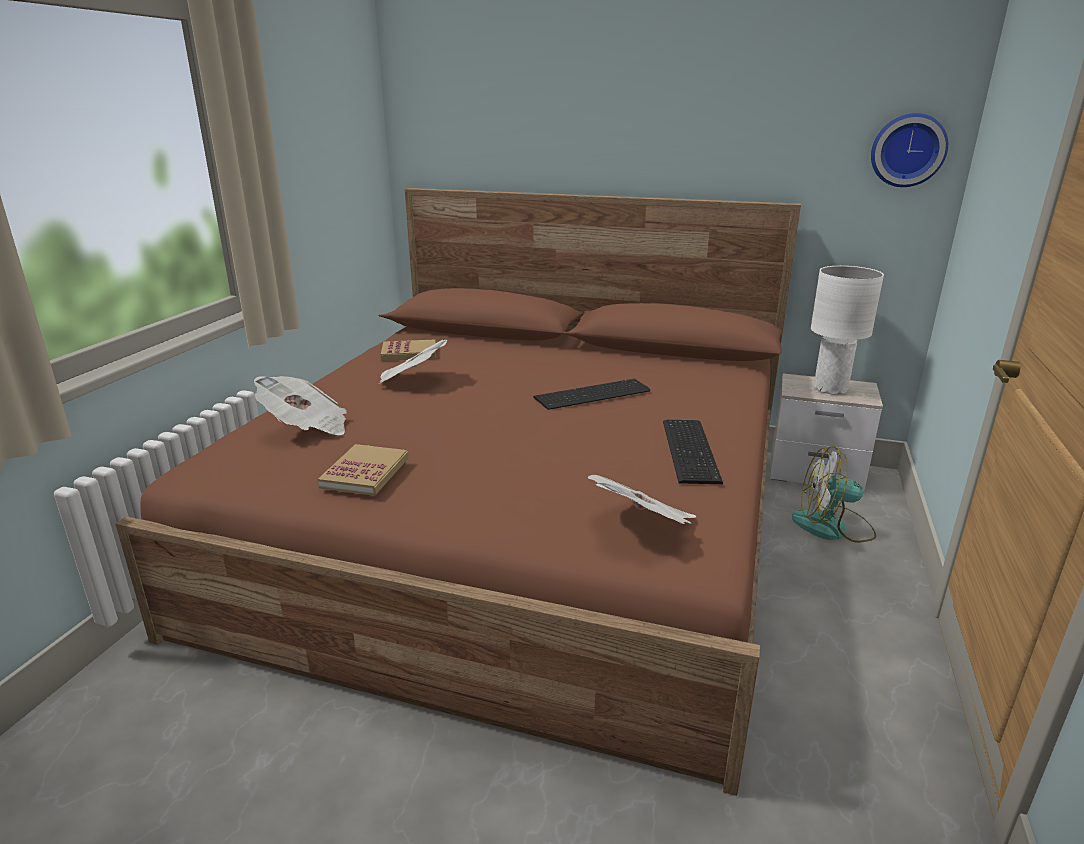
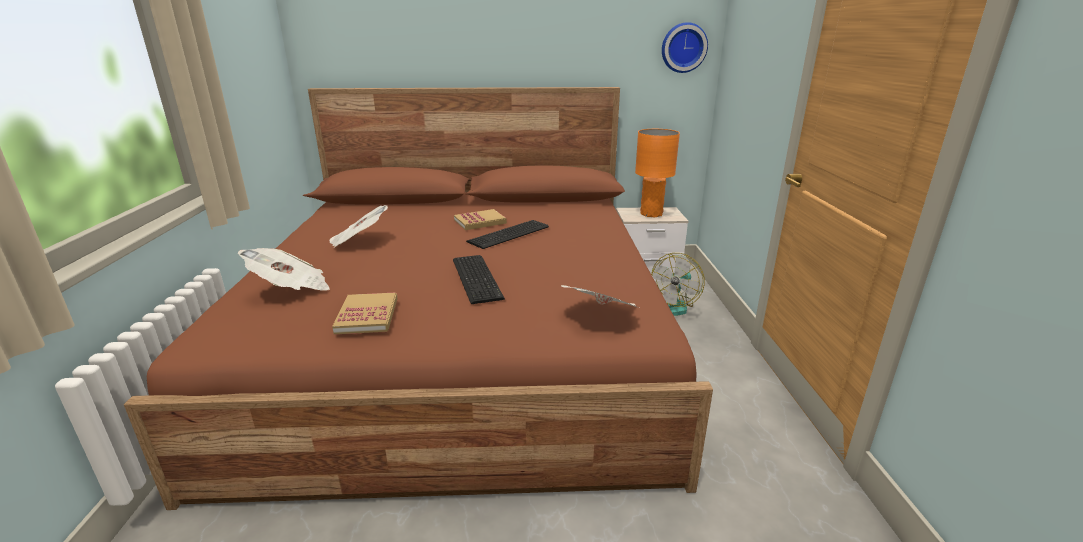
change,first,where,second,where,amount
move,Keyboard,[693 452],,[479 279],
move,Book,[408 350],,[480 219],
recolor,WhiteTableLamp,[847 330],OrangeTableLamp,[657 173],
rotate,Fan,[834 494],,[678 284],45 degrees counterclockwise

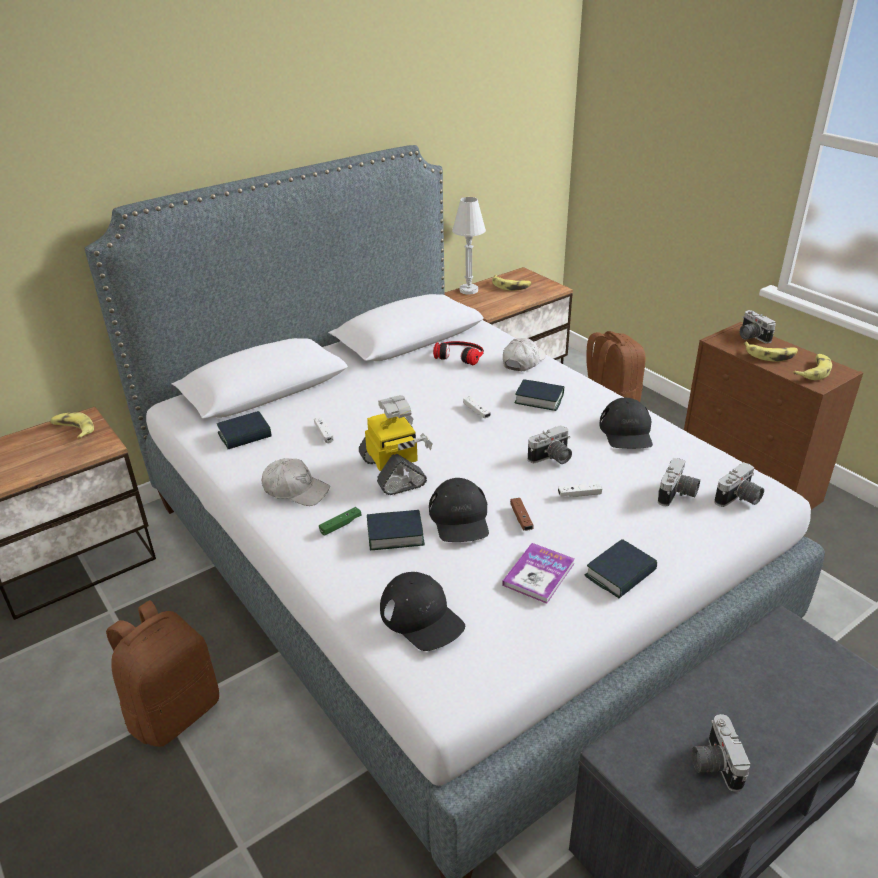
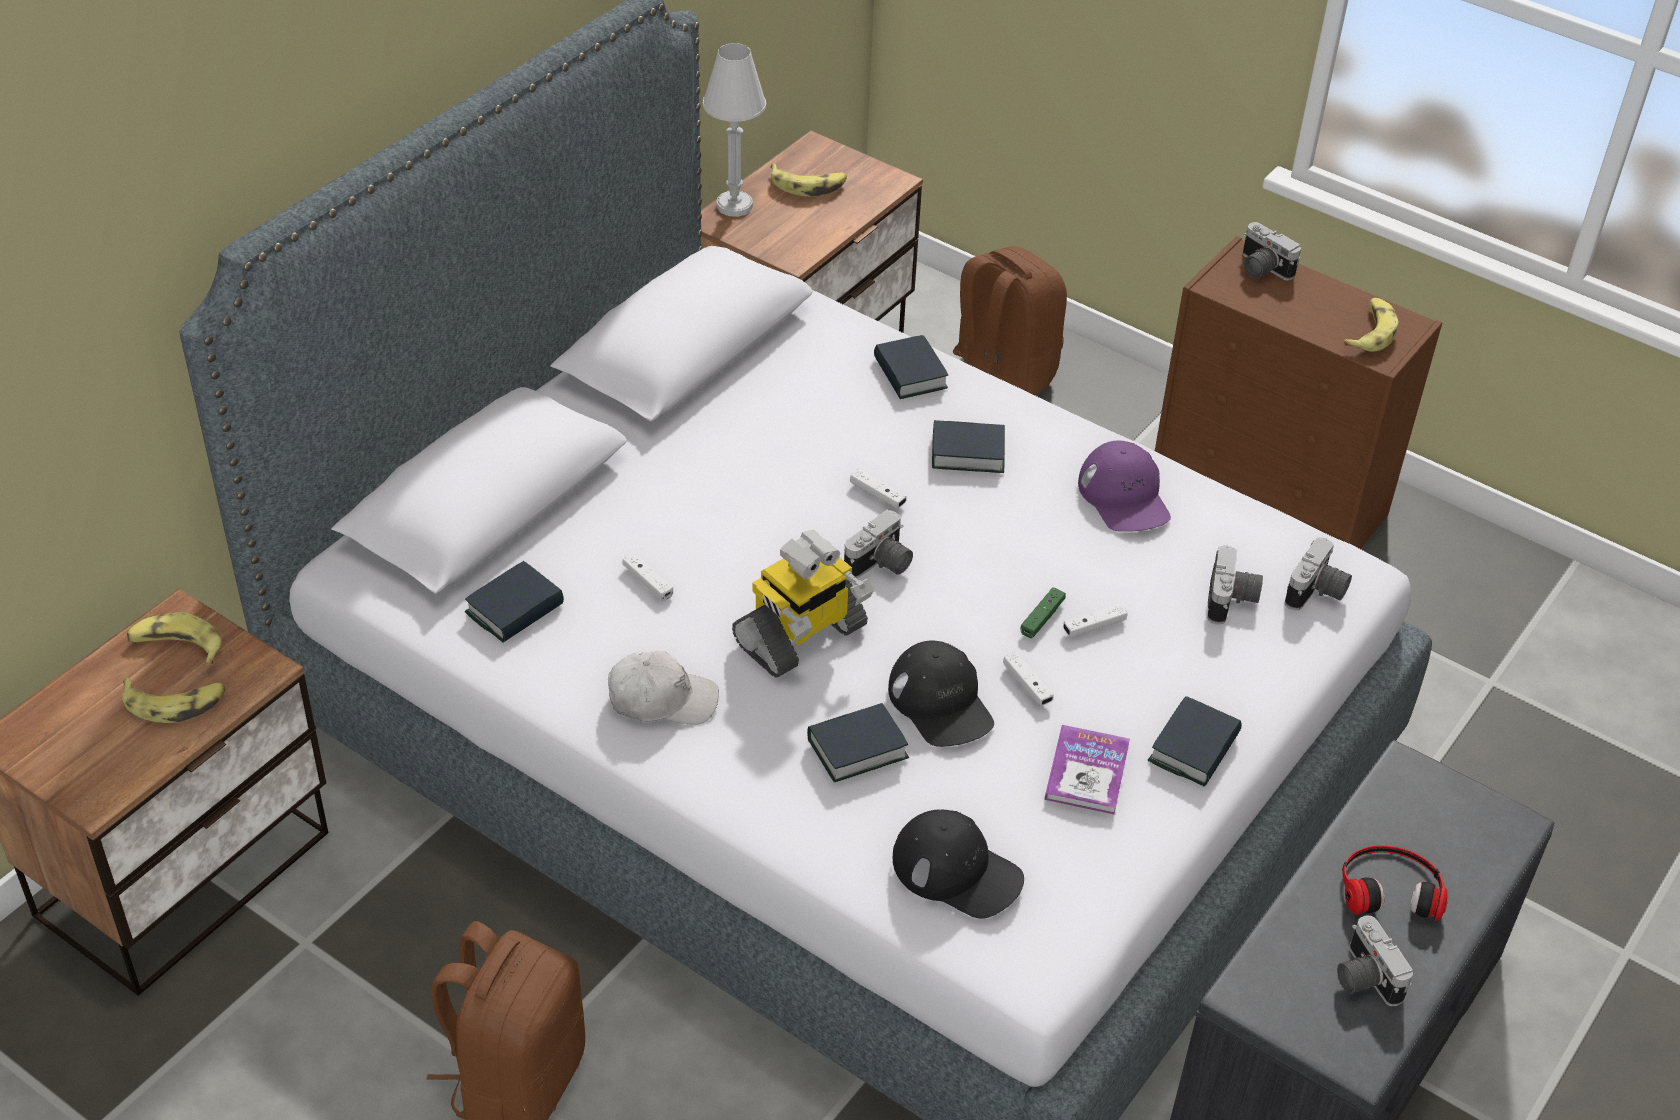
change,first,where,second,where,amount
move,Banana,[771 352],,[173 700],
rotate,ToyRobot,[395 445],,[803 604],90 degrees clockwise
move,PhotoCamera,[550 444],,[878 544],
replace,WhiteCap,[524 354],Book,[911 367],
recolor,BrownGameController,[522 514],WhiteGameController,[1028 678],
move,GreenGameController,[340 521],,[1043 612],
recolor,BlackCap,[626 423],PurpleCap,[1124 486],
move,Headphones,[458 353],,[1395 883],

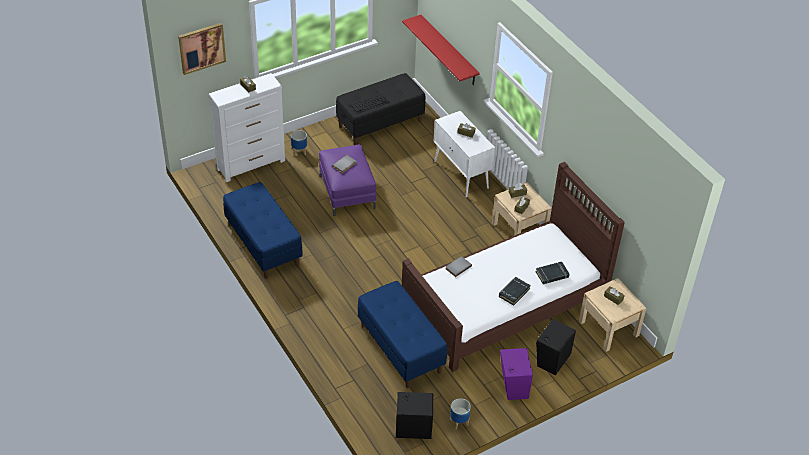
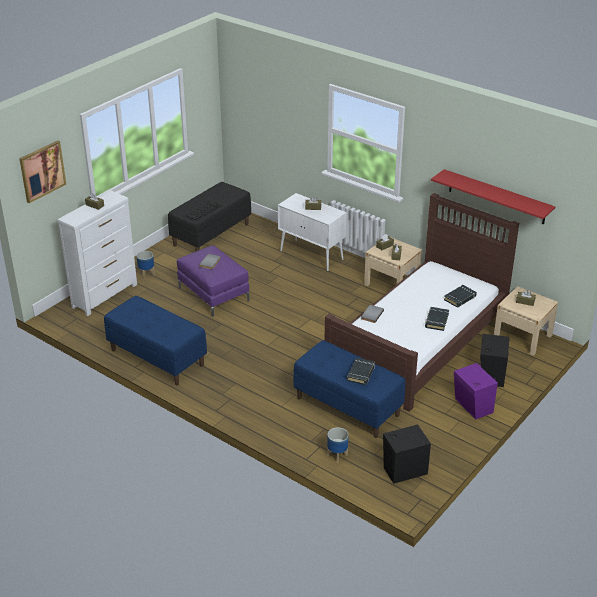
change,first,where,second,where,amount
move,Planter,[460 414],,[337 445],
insert,,,BlackBook,[361 371],
move,RedShelf,[441 50],,[493 196],

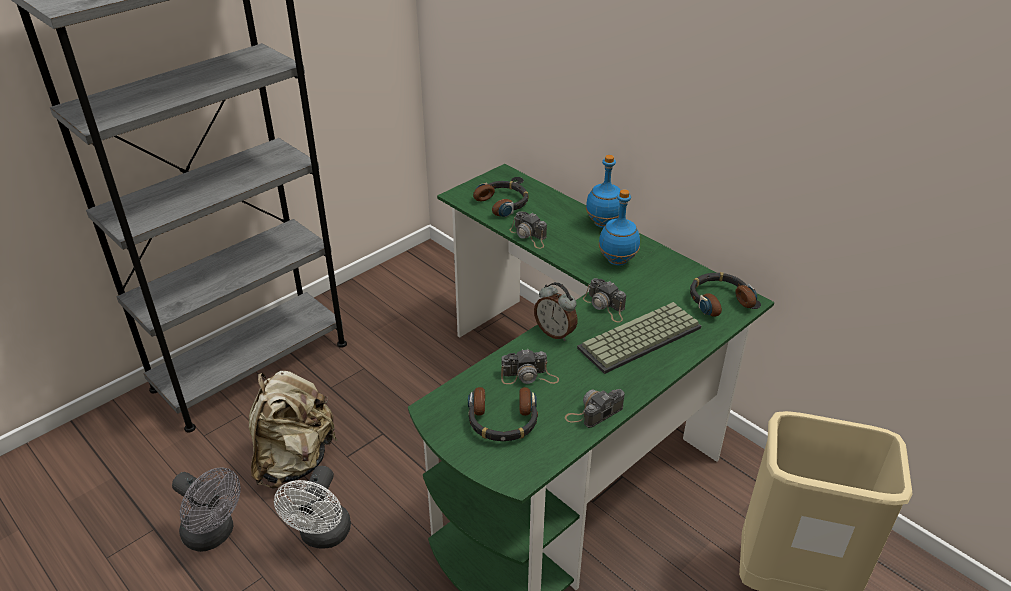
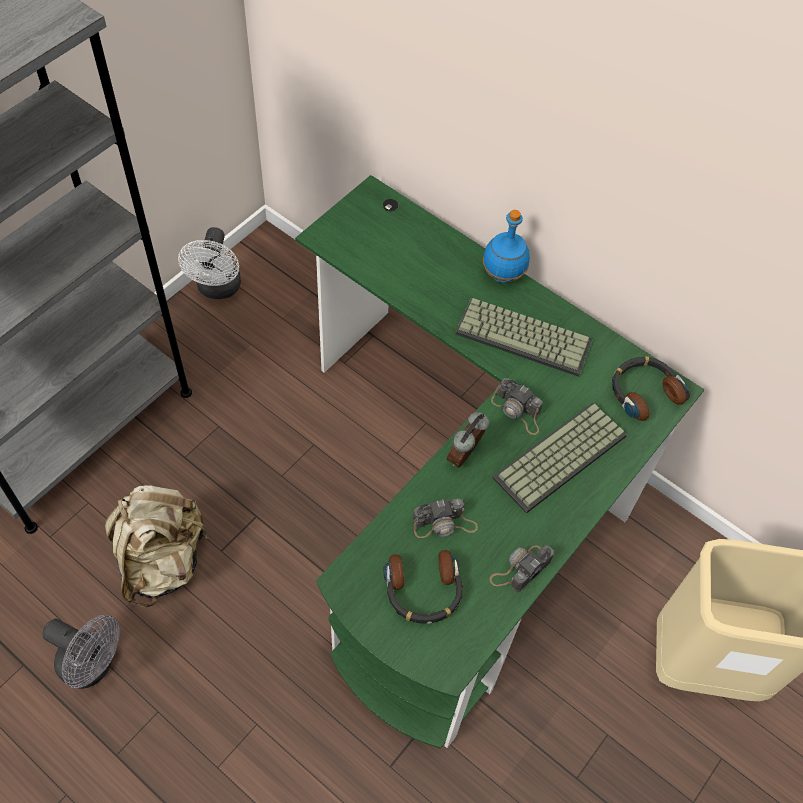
change,first,where,second,where,amount
move,WhiteFan,[312 507],,[209 263],
rotate,AlarmClock,[555 311],,[467 440],90 degrees clockwise
replace,BlueBottle,[619 227],Keyboard,[524 337],
delete,Headphones,[500 199],,,
delete,PhotoCamera,[528 230],,,

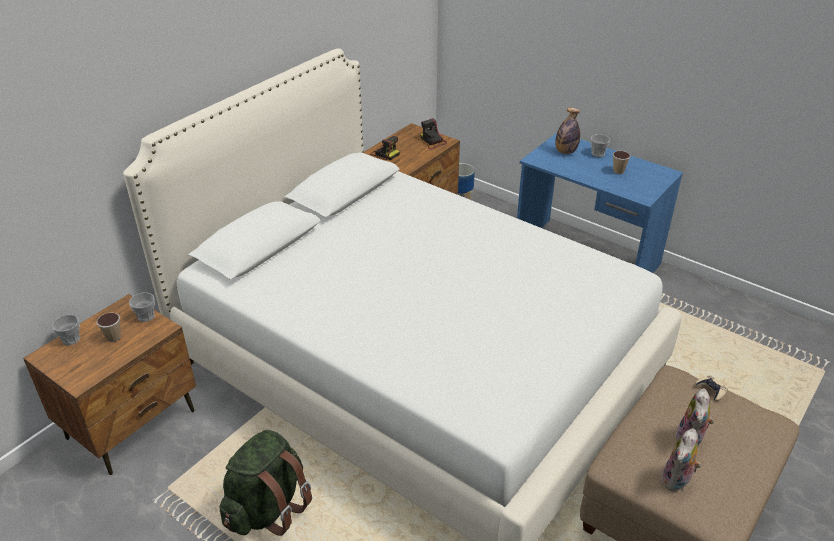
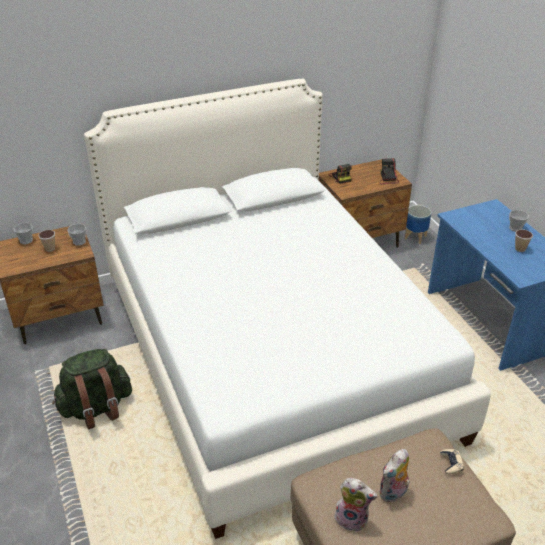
change,first,where,second,where,amount
rotate,PlushToy,[681 460],,[355 505],135 degrees counterclockwise
delete,Bottle,[567 131],,,

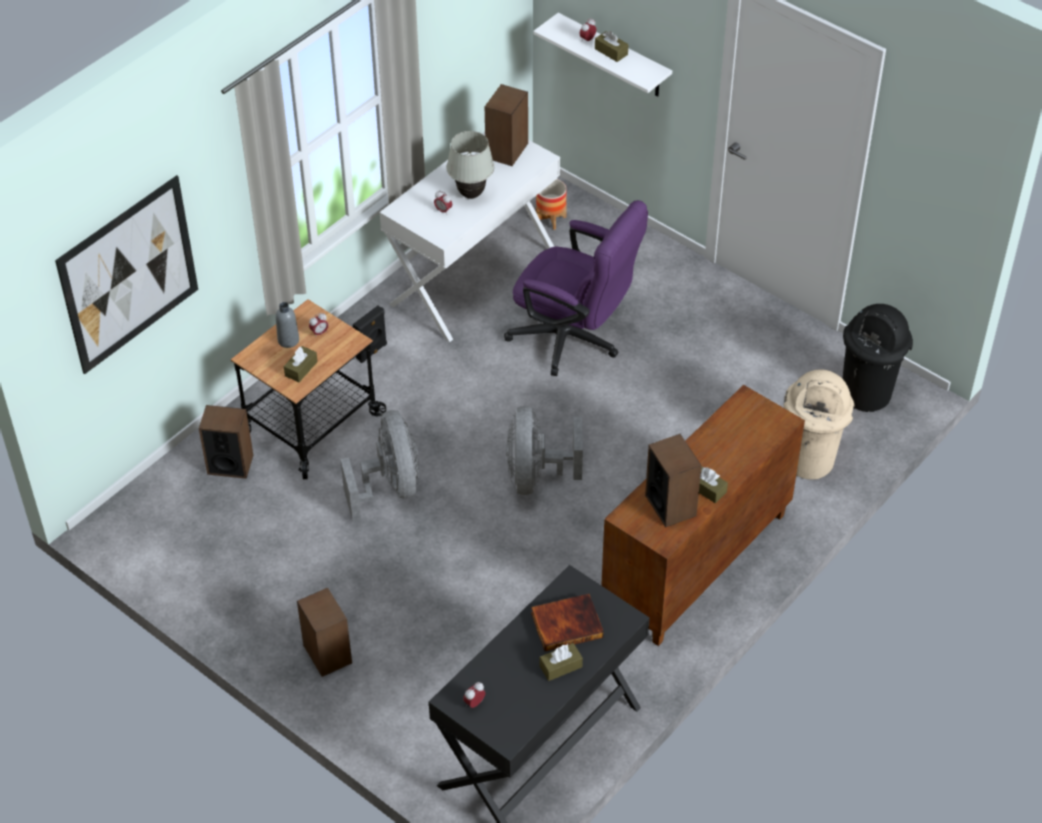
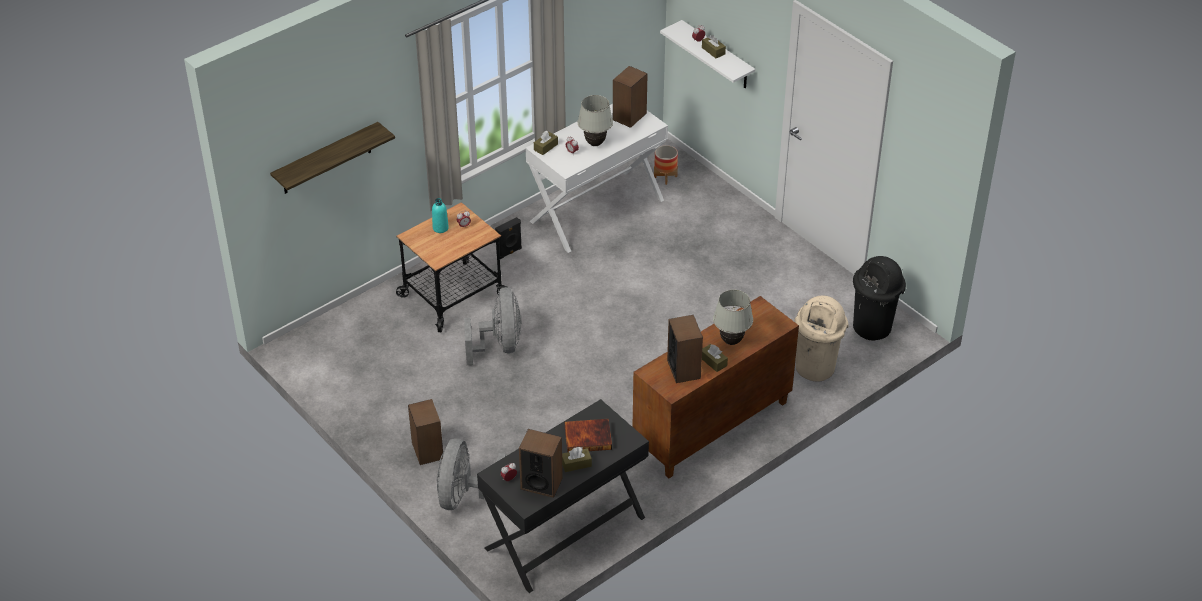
change,first,where,second,where,amount
replace,Picture,[126 274],Shelf,[332 158],
recolor,GreyBottle,[287 325],TurquoiseBottle,[440 215],
move,GreyFan,[544 450],,[471 474],
move,Speaker,[226 442],,[541 463],
move,BrownTissueBox,[301 364],,[546 143],
insert,,,WhiteTableLamp,[733 317],
delete,PurpleOfficeChair,[576 288],,,

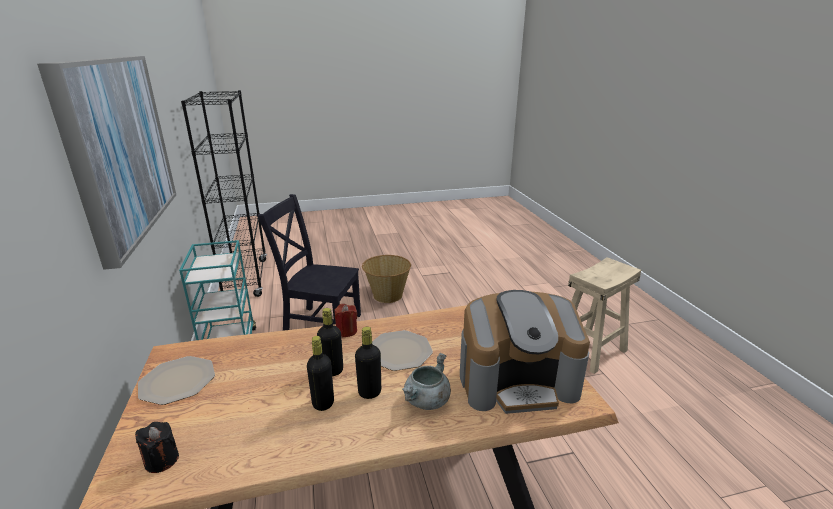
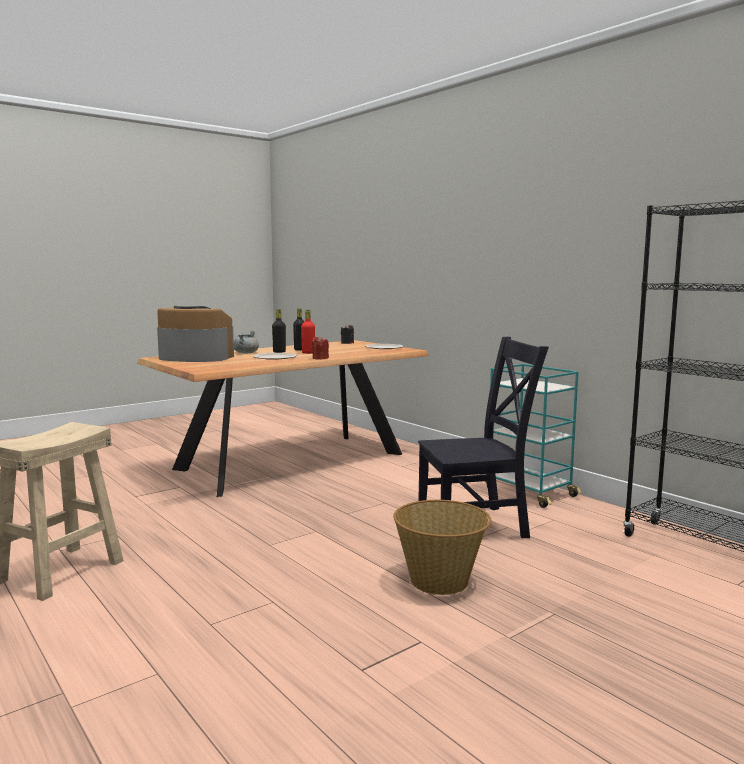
change,first,where,second,where,amount
rotate,CoffeeMachine,[525 352],,[195 334],45 degrees clockwise
recolor,BlackBottle,[330 342],RedBottle,[308 332],
delete,Picture,[106 163],,,

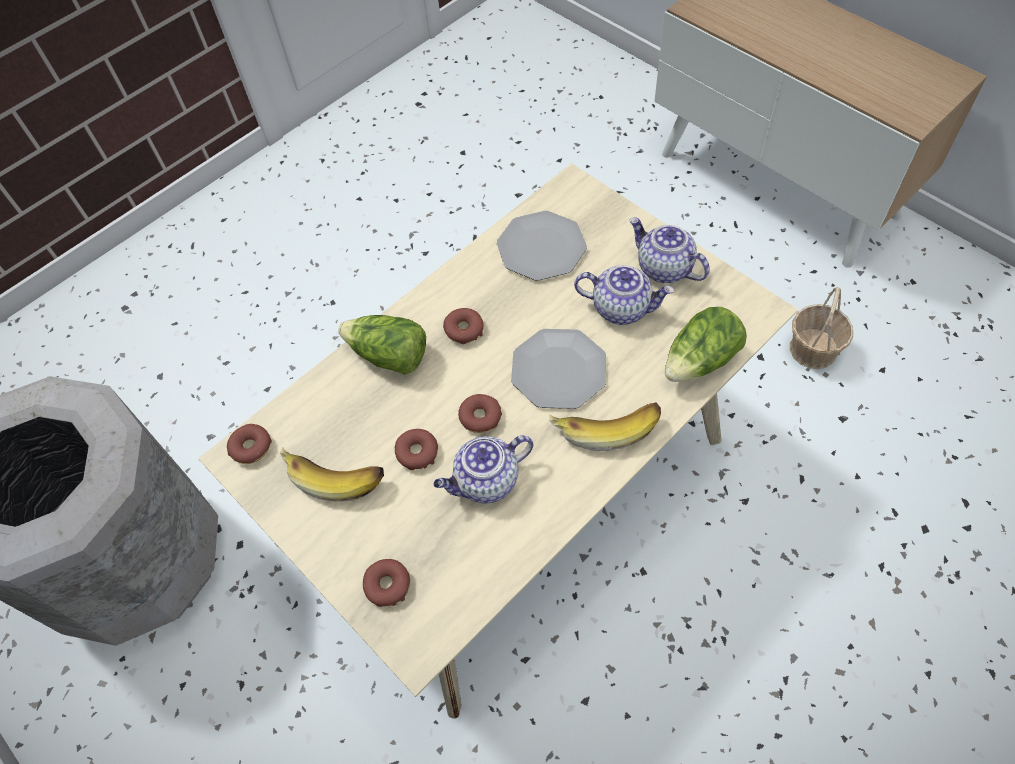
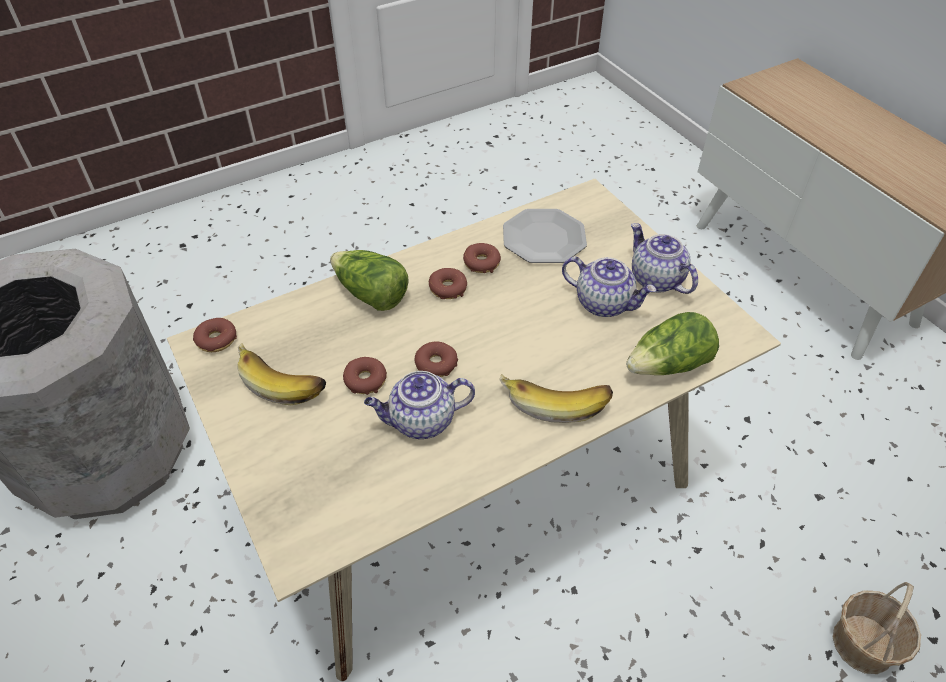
change,first,where,second,where,amount
move,Donut,[386 583],,[482 258],
move,Basket,[821 328],,[877 628],
delete,Plate,[558 369],,,

